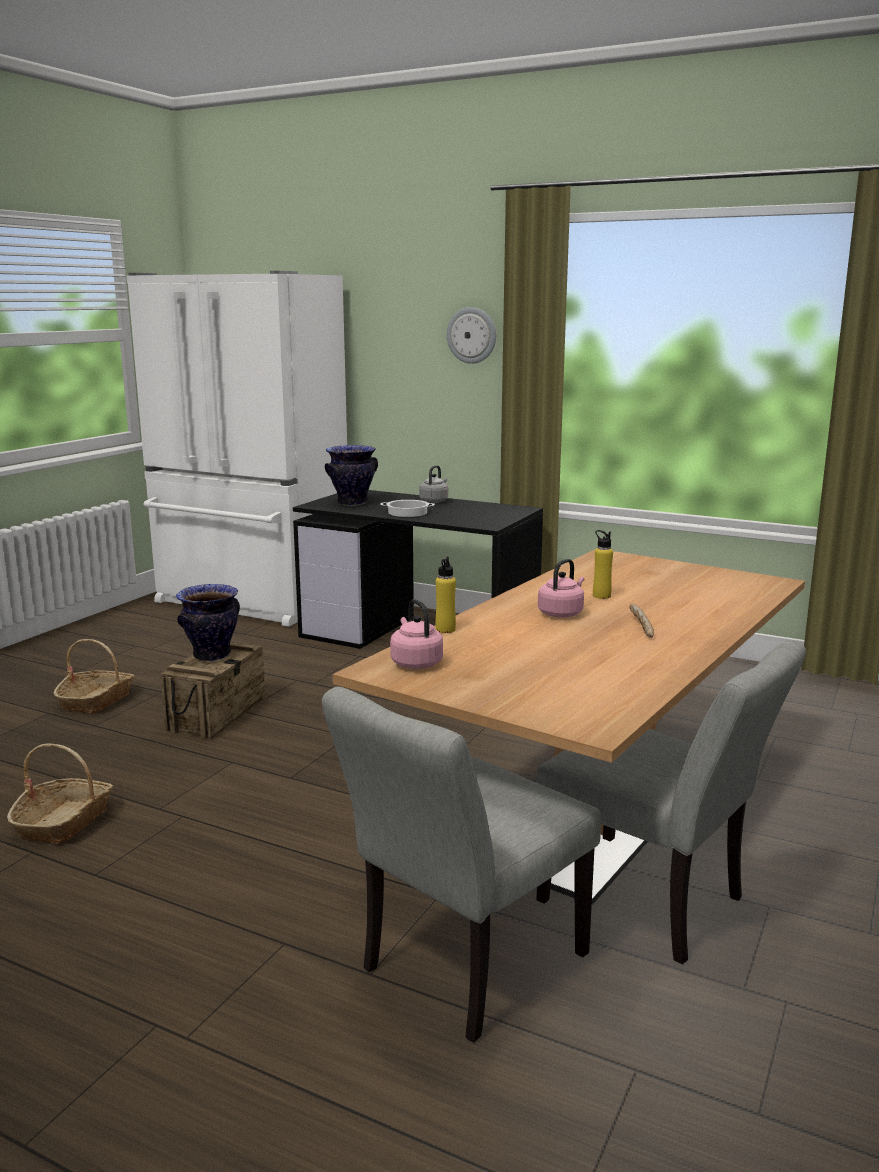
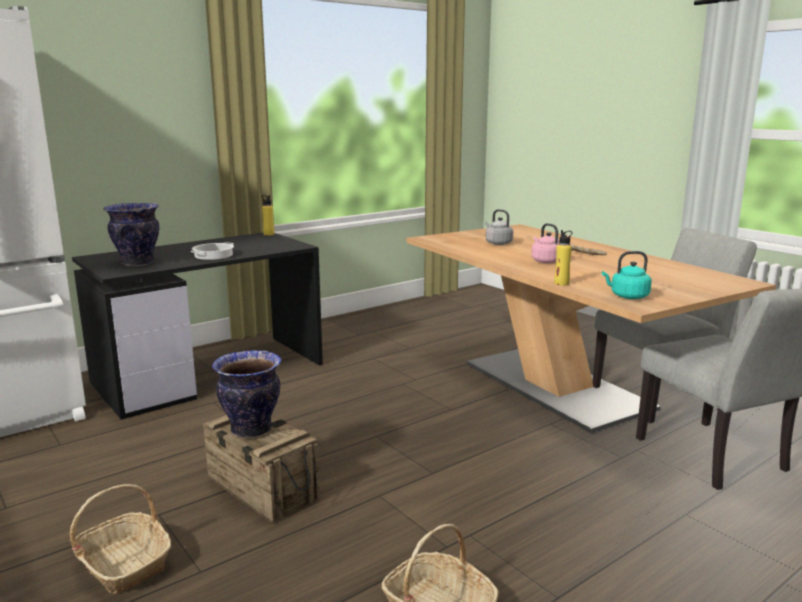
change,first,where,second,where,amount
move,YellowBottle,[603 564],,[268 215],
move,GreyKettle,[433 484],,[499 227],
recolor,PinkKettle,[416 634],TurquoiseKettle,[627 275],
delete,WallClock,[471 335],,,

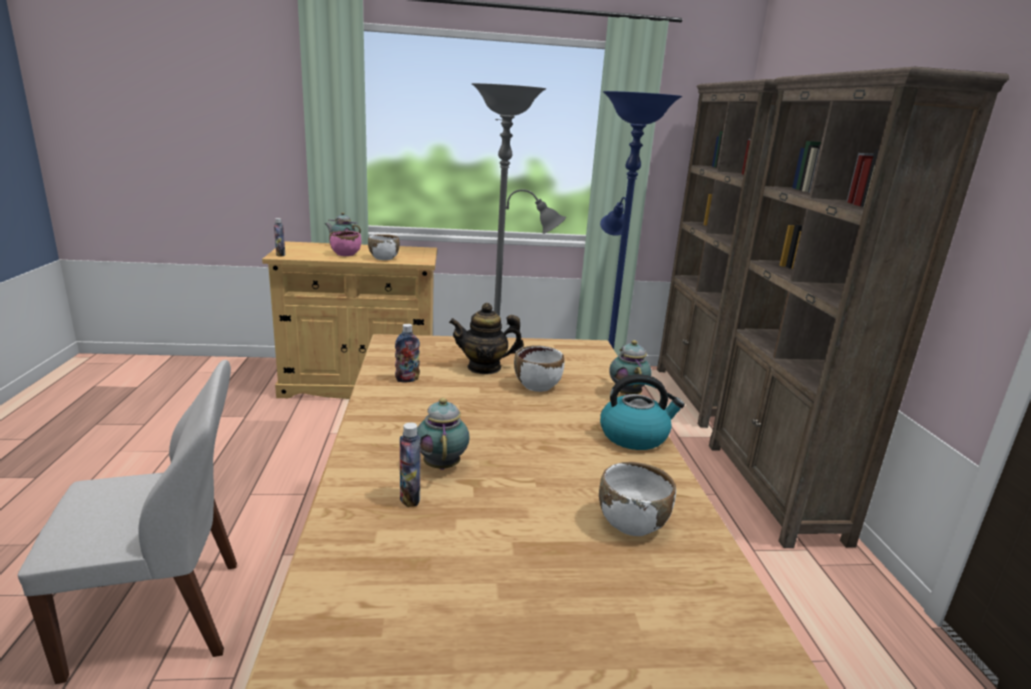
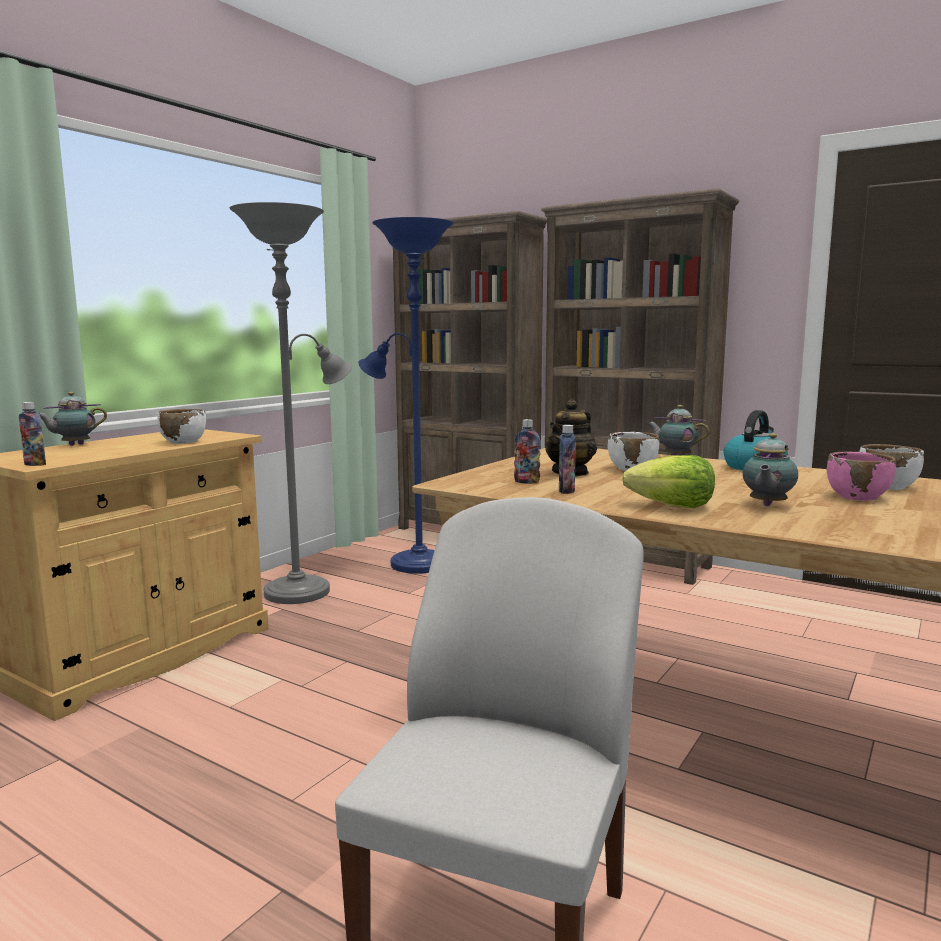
change,first,where,second,where,amount
move,Bottle,[410 464],,[527 451],
insert,,,Lettuce,[668 481],
rotate,Teapot,[443 434],,[770 469],90 degrees counterclockwise
move,PinkBowl,[345 243],,[861 476],

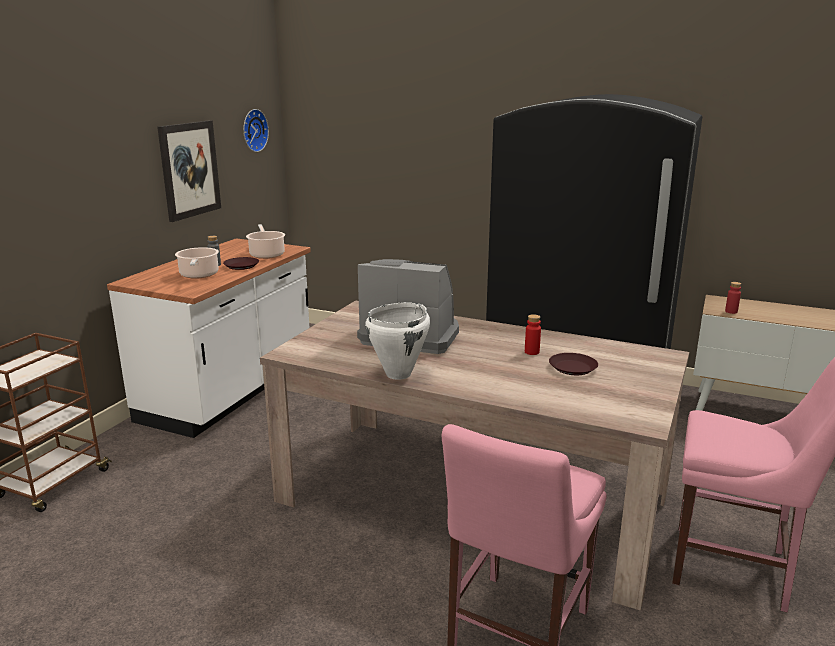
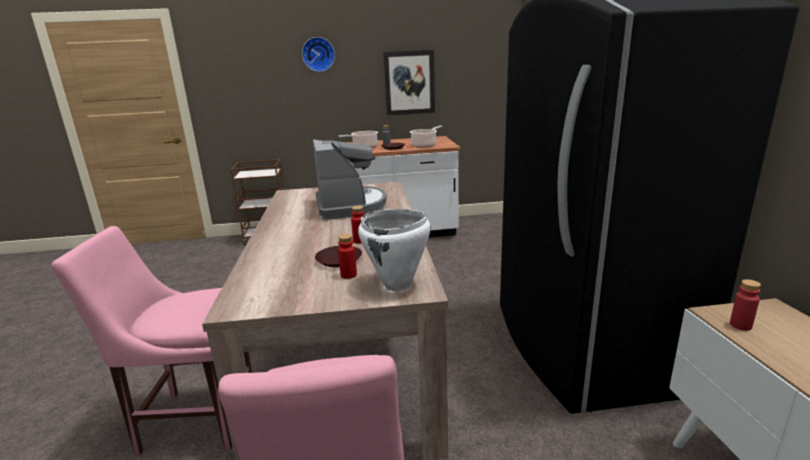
change,first,where,second,where,amount
move,WallClock,[256 130],,[318 54],
insert,,,RedBottle,[347 256],
move,WhiteCookingPot,[397 341],,[394 250],

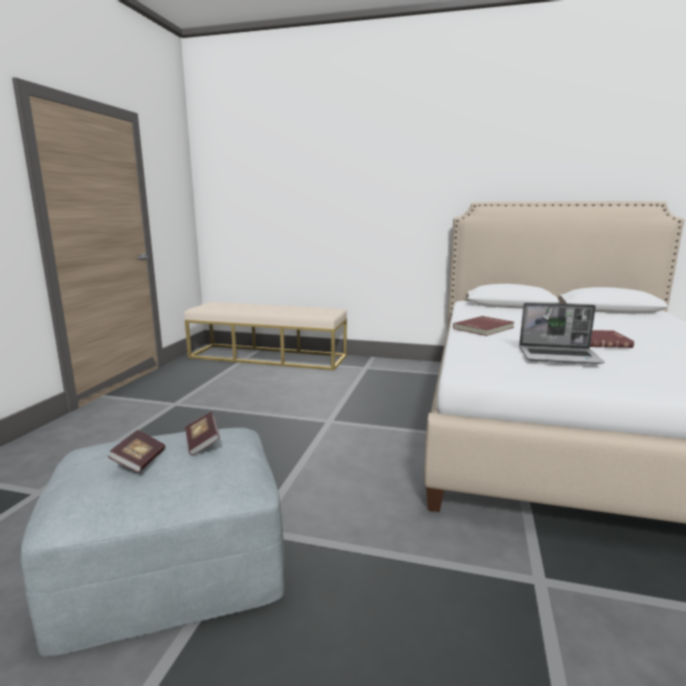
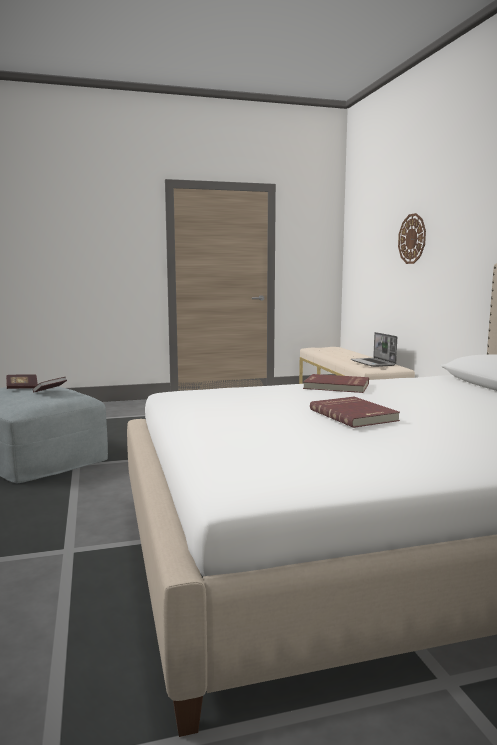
change,first,where,second,where,amount
move,Laptop,[561 333],,[374 349],
insert,,,WallClock,[412 238],

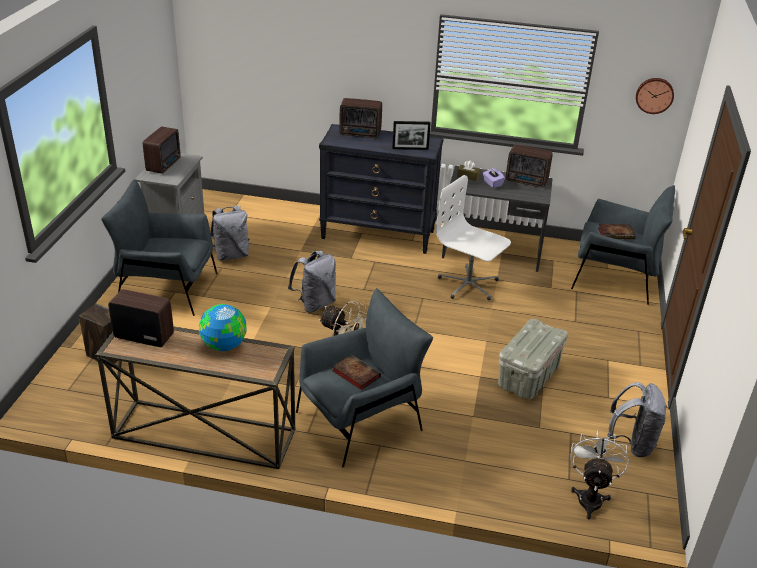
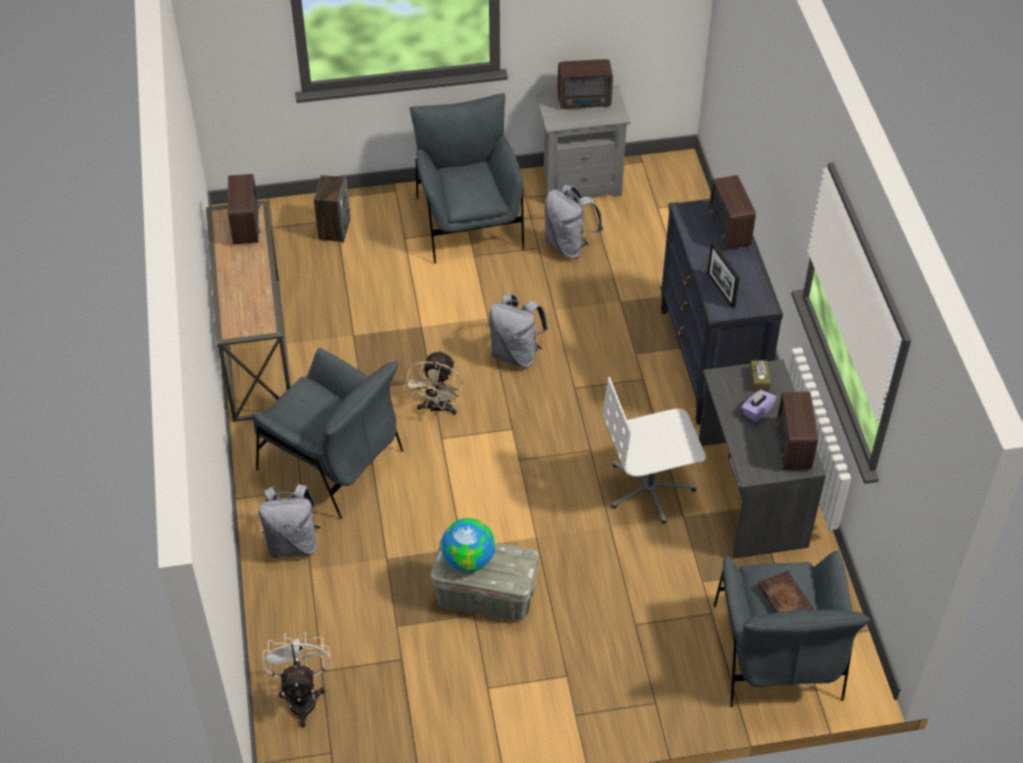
change,first,where,second,where,amount
move,GreyBackpack,[637 419],,[290 521],
rotate,WhiteFan,[599 474],,[296 680],90 degrees counterclockwise
move,Globe,[223 327],,[468 545],
rotate,WhiteOfficeChair,[473 237],,[654 450],120 degrees counterclockwise
delete,Book,[356 372],,,
delete,WallClock,[655 96],,,

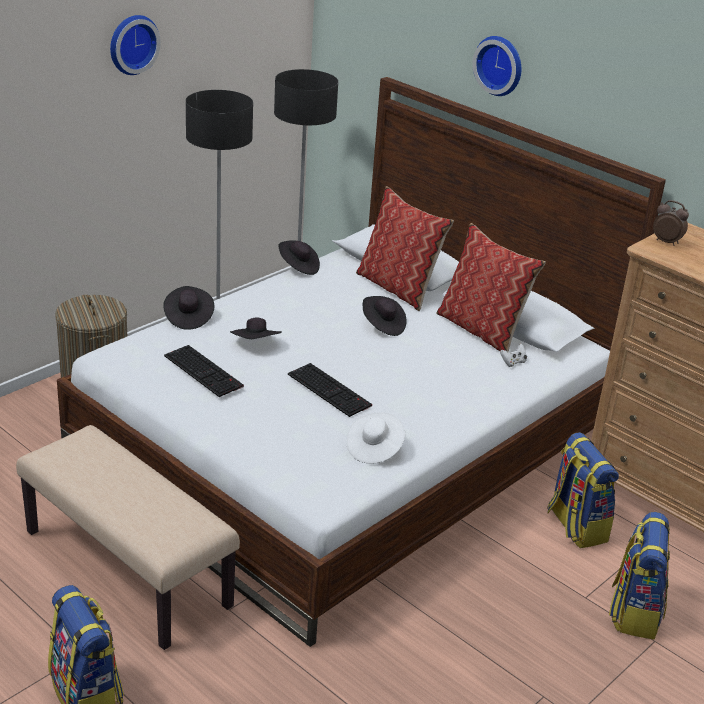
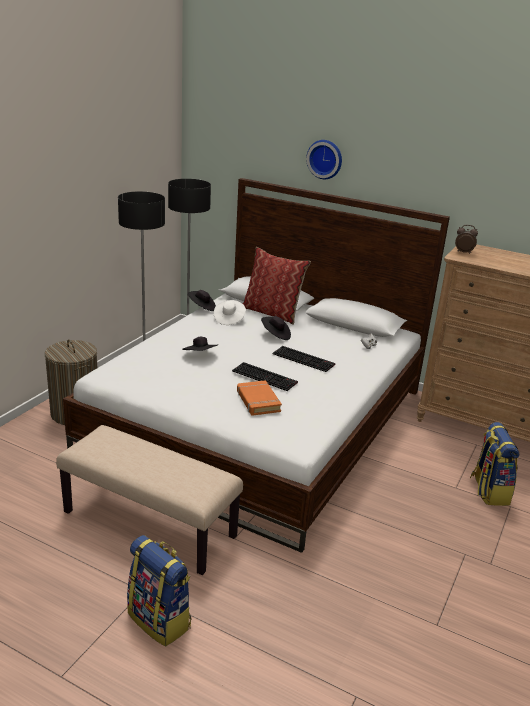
change,first,where,second,where,amount
move,WhiteHat,[375 438],,[230 312],
insert,,,OrangeBook,[259 398],
move,Keyboard,[204 371],,[304 359],
delete,WallClock,[135 45],,,
delete,BlackHat,[188 308],,,
delete,Pillow,[491 287],,,
delete,Backpack,[583 490],,,

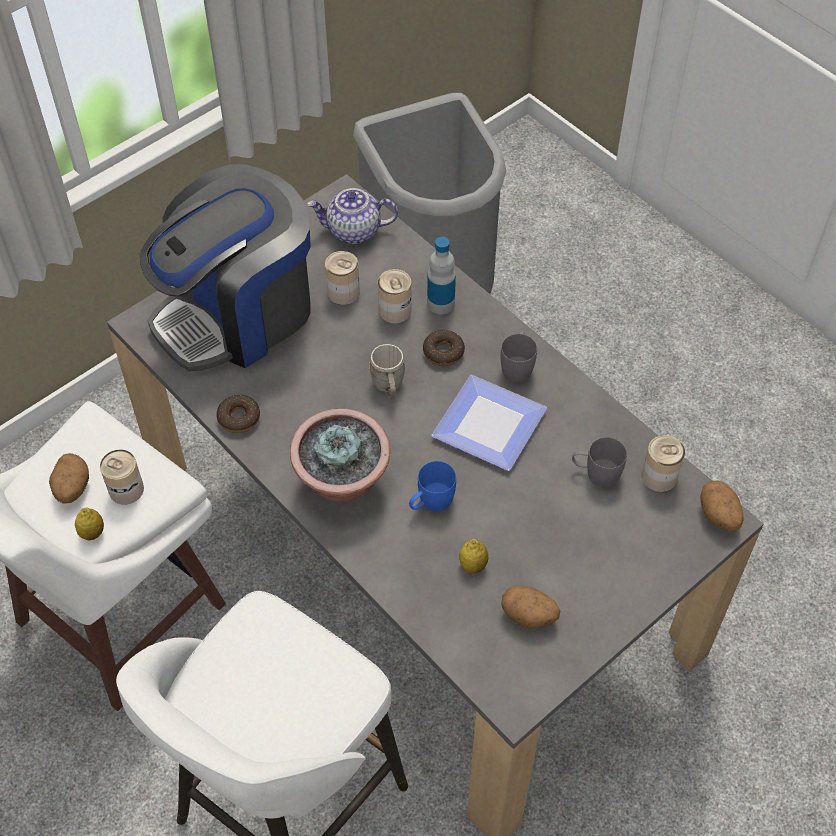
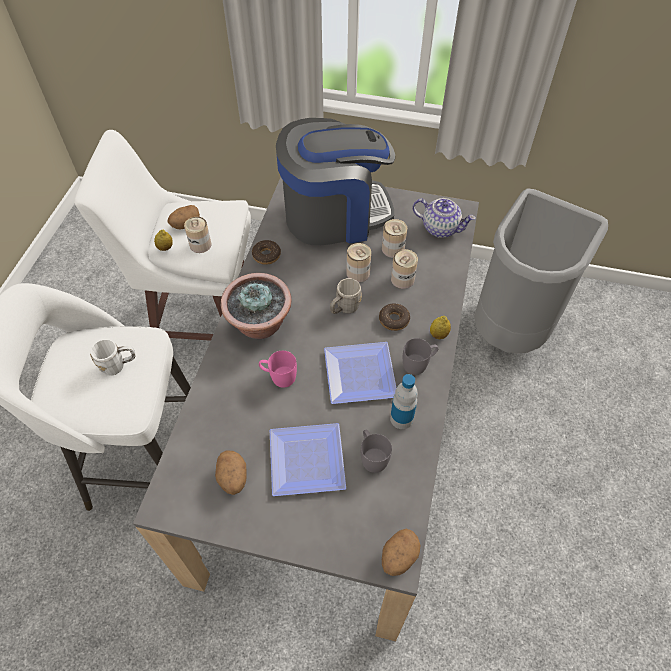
change,first,where,second,where,amount
insert,,,WhiteMug,[112 357],
recolor,BlueMug,[432 486],PinkMug,[278 369],
insert,,,Plate,[308 459],
rotate,CoffeeMachine,[225 268],,[335 181],150 degrees clockwise
move,Can,[663 463],,[358 262],
move,Bottle,[441 275],,[404 401],
rotate,Teapot,[352 216],,[444 218],150 degrees clockwise
move,Lemon,[473 556],,[440 327],

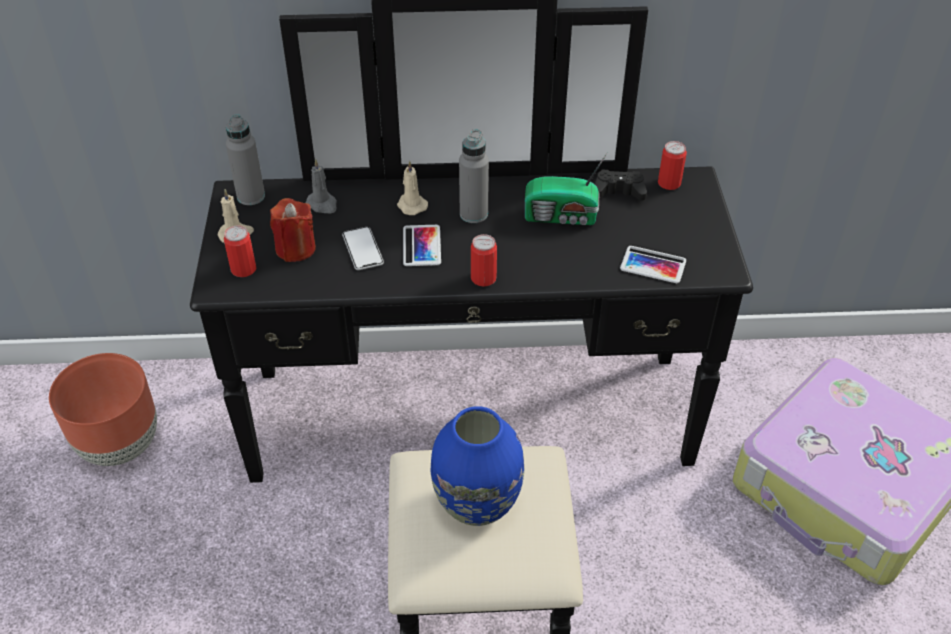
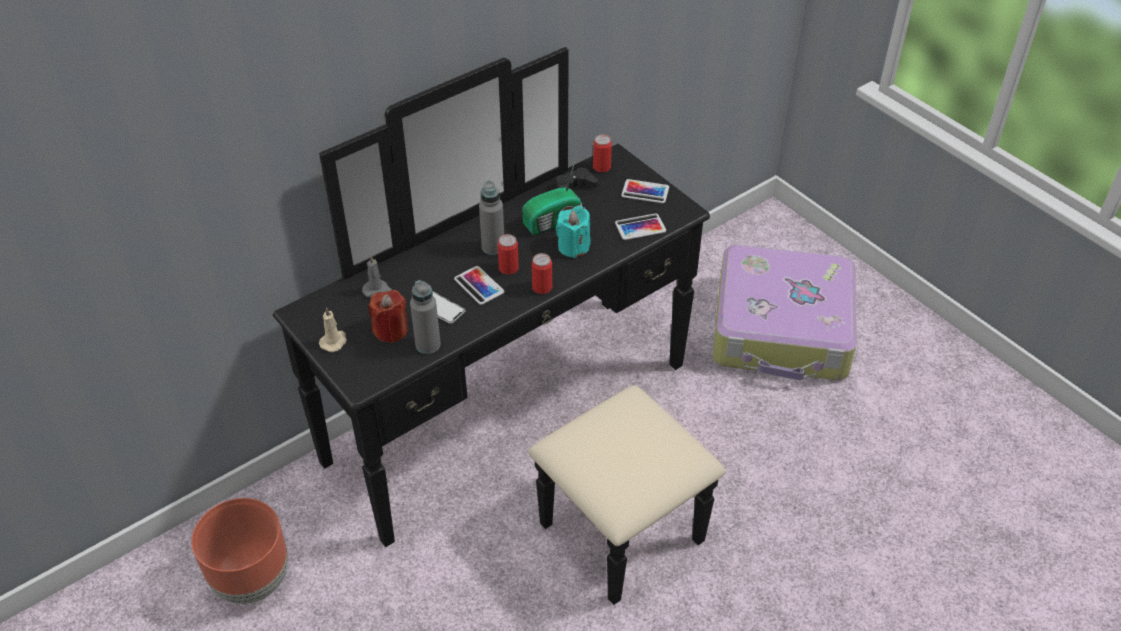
change,first,where,second,where,amount
move,GreyBottle,[245 160],,[425 317],
move,Can,[240 251],,[508 254],
insert,,,TurquoiseCandle,[573 232],
insert,,,Phone,[645 191],
delete,BeigeCandle,[412 188],,,
delete,BlueVase,[477 466],,,

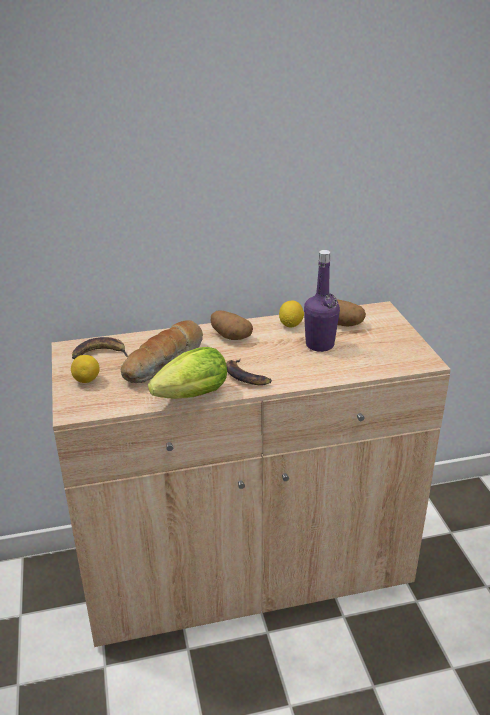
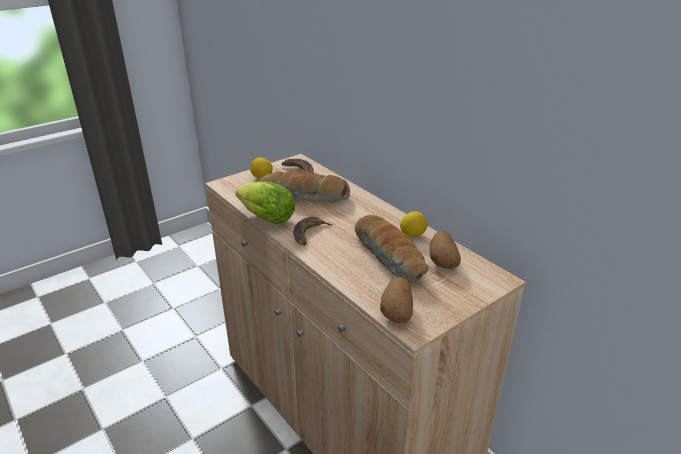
change,first,where,second,where,amount
replace,PurpleBottle,[322 301],Bread,[391 249],
move,Potato,[232 325],,[396 300],

